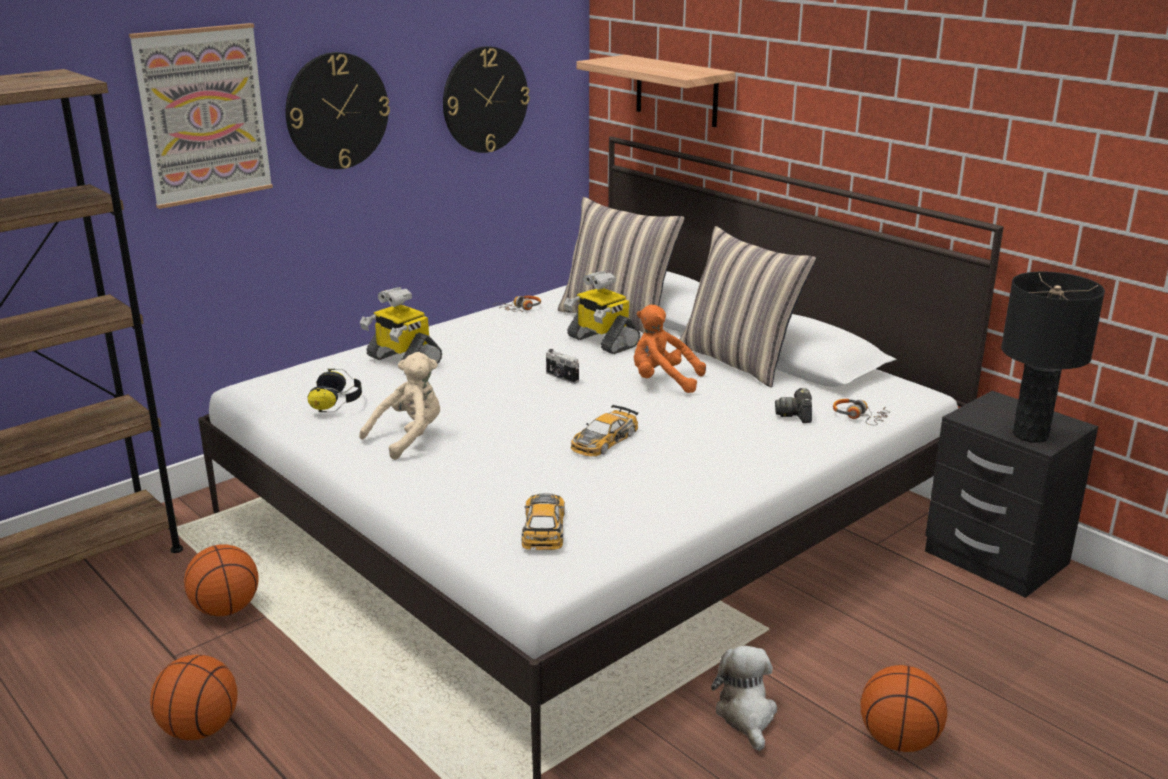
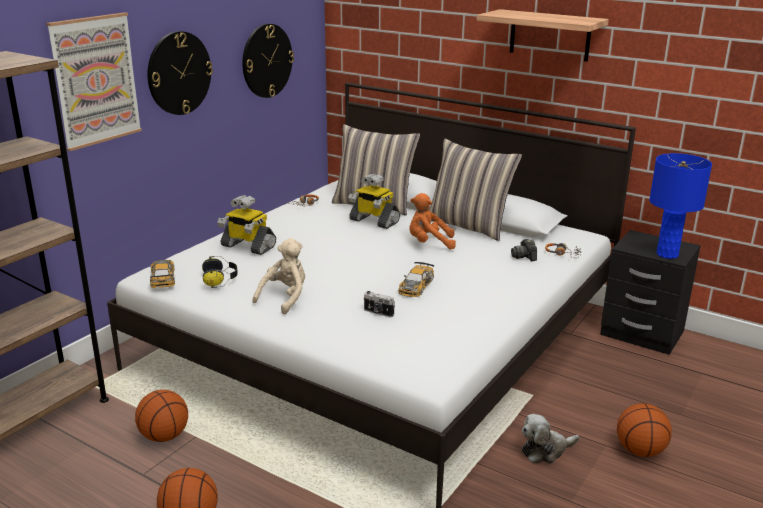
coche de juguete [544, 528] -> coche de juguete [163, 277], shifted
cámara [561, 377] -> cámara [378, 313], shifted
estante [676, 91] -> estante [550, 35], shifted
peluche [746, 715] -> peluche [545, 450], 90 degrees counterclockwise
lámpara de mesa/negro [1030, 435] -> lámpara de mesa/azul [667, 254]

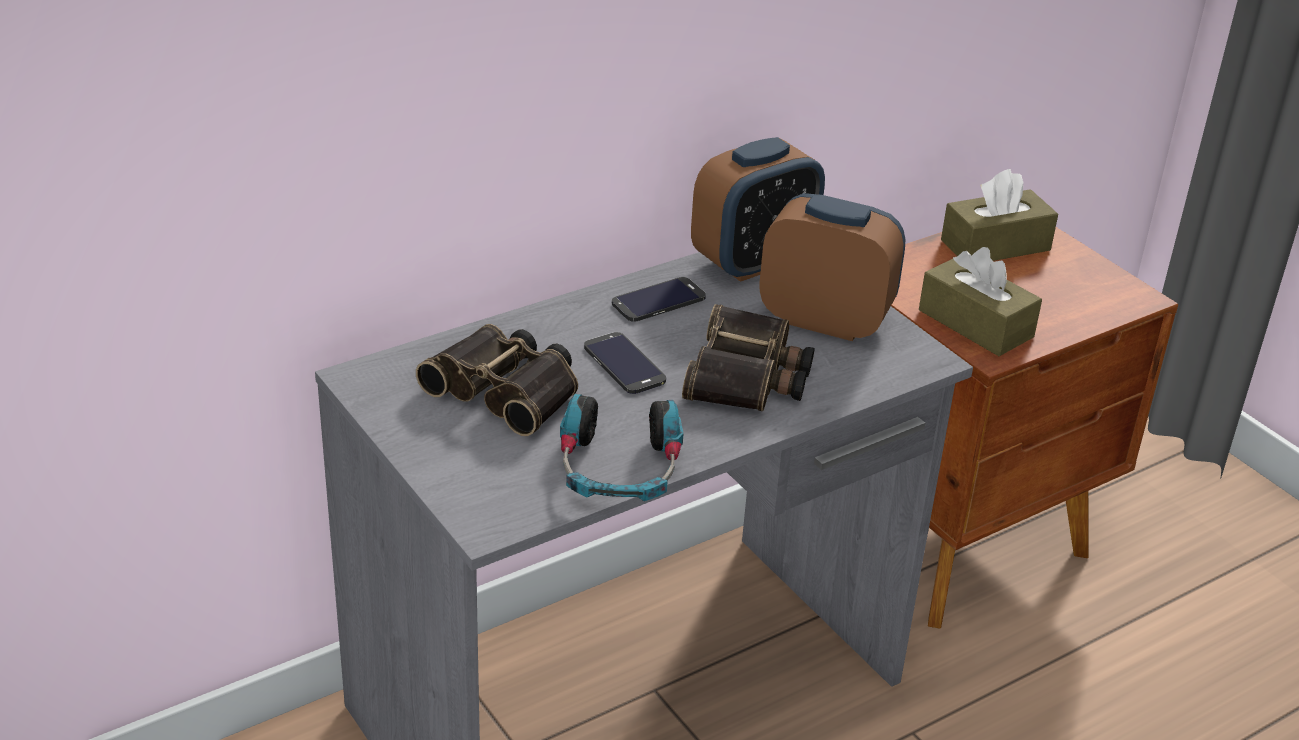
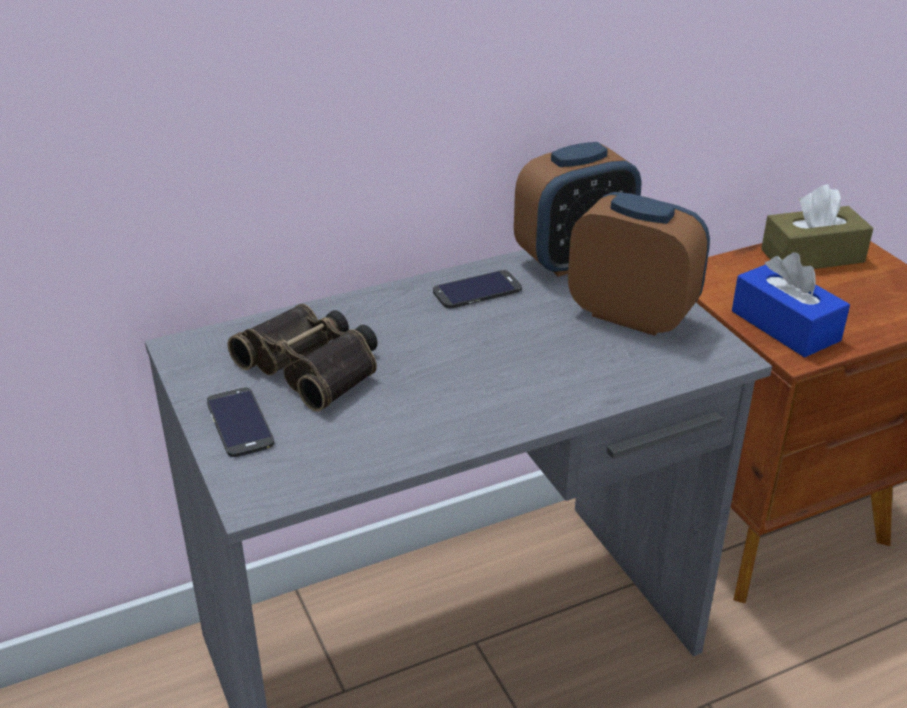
auriculares [619, 469] -> none
móvil [624, 364] -> móvil [239, 423], shifted
prismáticos [748, 376] -> none
caja de pañuelos/marrón [975, 323] -> caja de pañuelos/azul [785, 326]

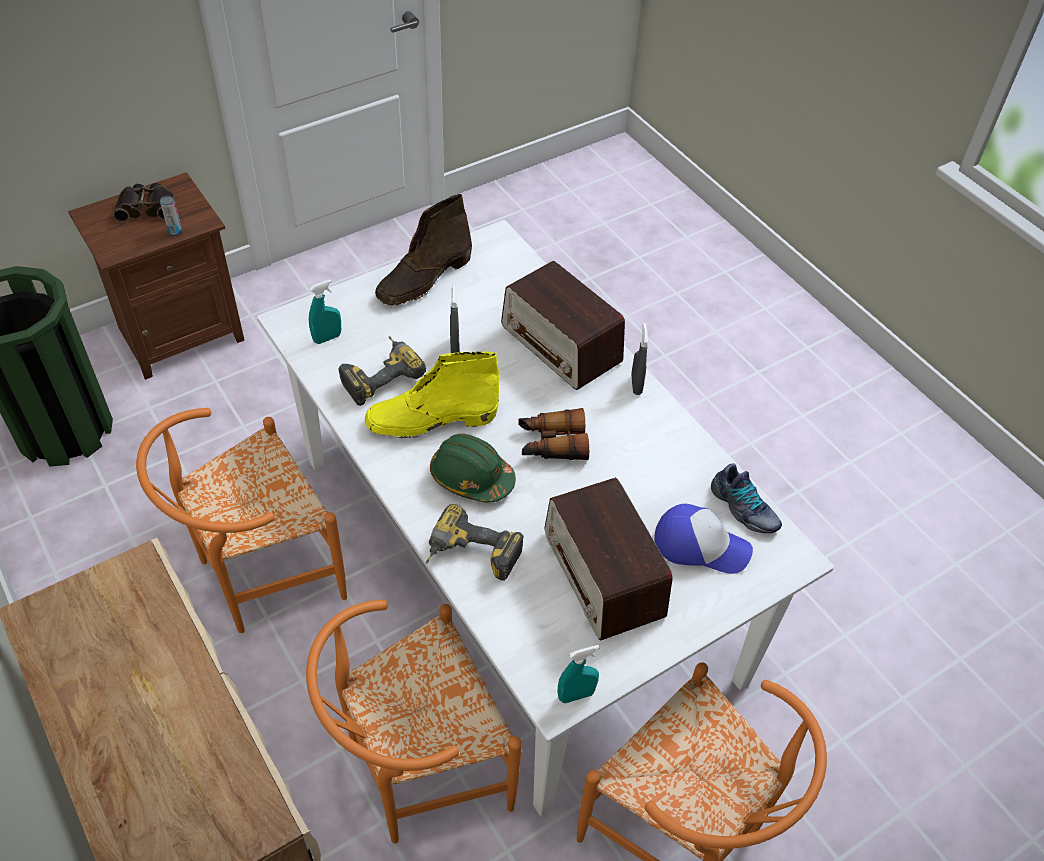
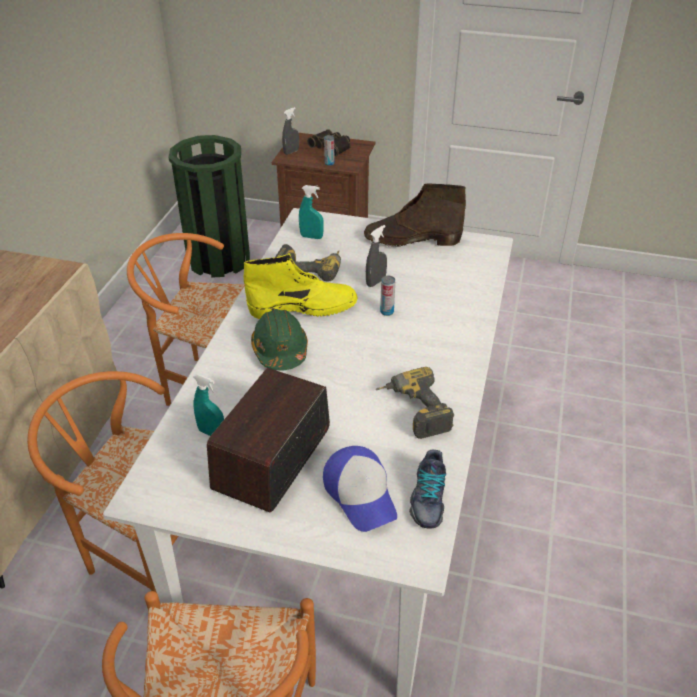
bota/amarillo [430, 419] -> bota/amarillo [304, 308], 135 degrees clockwise
taladro [470, 557] -> taladro [412, 411], shifted
radio [561, 344] -> none
prismáticos [552, 443] -> none
pulverizador/turquesa [576, 695] -> pulverizador/turquesa [212, 433], shifted
pulverizador/gris [636, 385] -> pulverizador/gris [291, 152], shifted
none -> lata [387, 312]

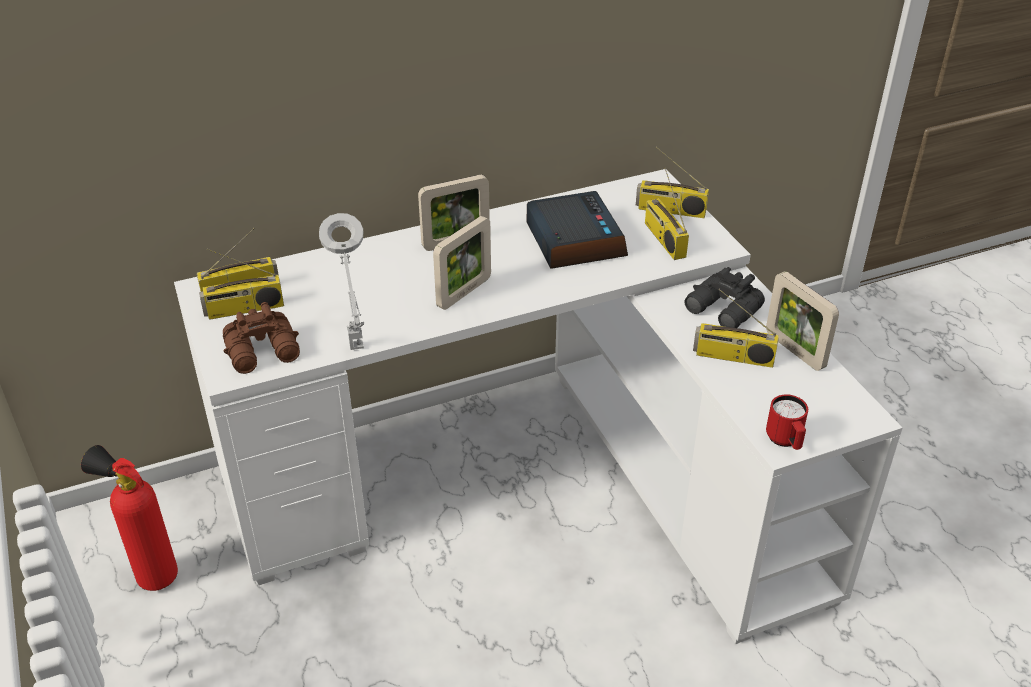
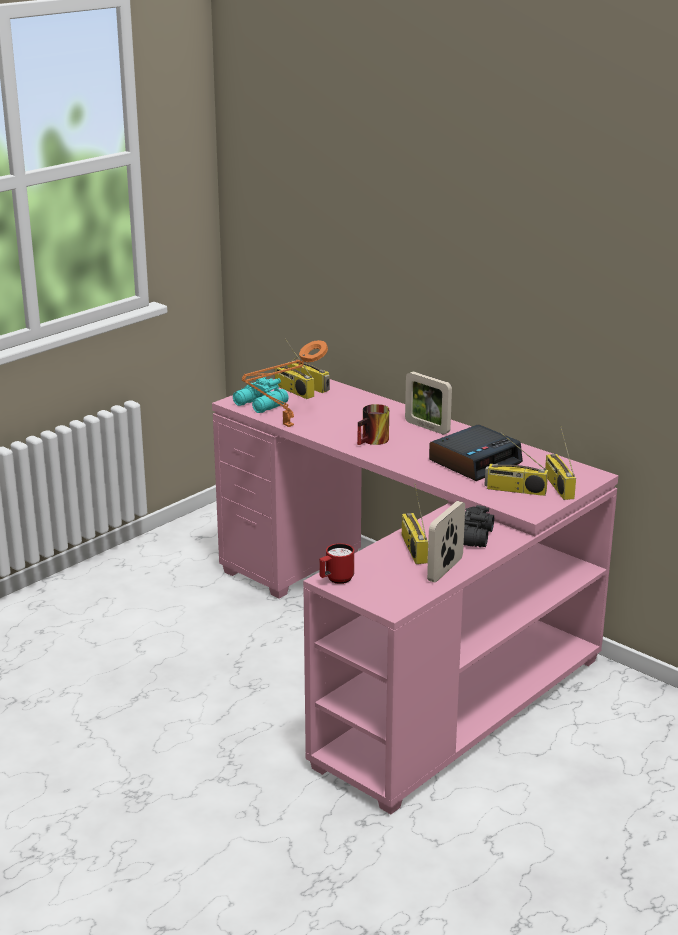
extintor [151, 574] -> none
escritorio/blanco [538, 478] -> escritorio/rosa [404, 645]
prismáticos/marrón [264, 352] -> prismáticos/turquesa [260, 405]
lámpara de mesa/gris [357, 350] -> lámpara de mesa/naranja [285, 426]
portarretratos [464, 292] -> taza grande [374, 441]
radio [663, 239] -> radio [515, 490], 120 degrees counterclockwise

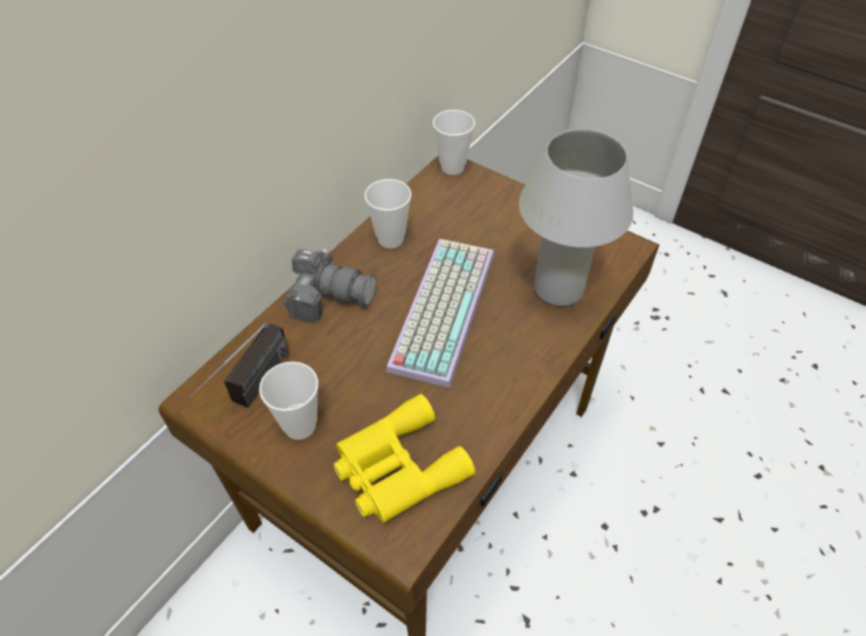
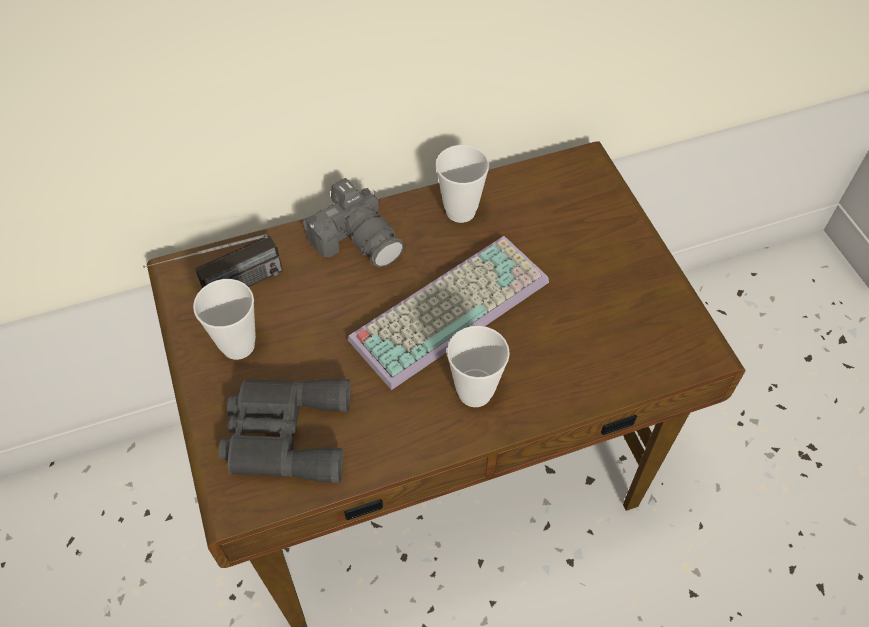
prismáticos/amarillo [396, 468] -> prismáticos/gris [284, 434]
taza [452, 167] -> taza [475, 392], shifted
lámpara de mesa/blanco [558, 289] -> none

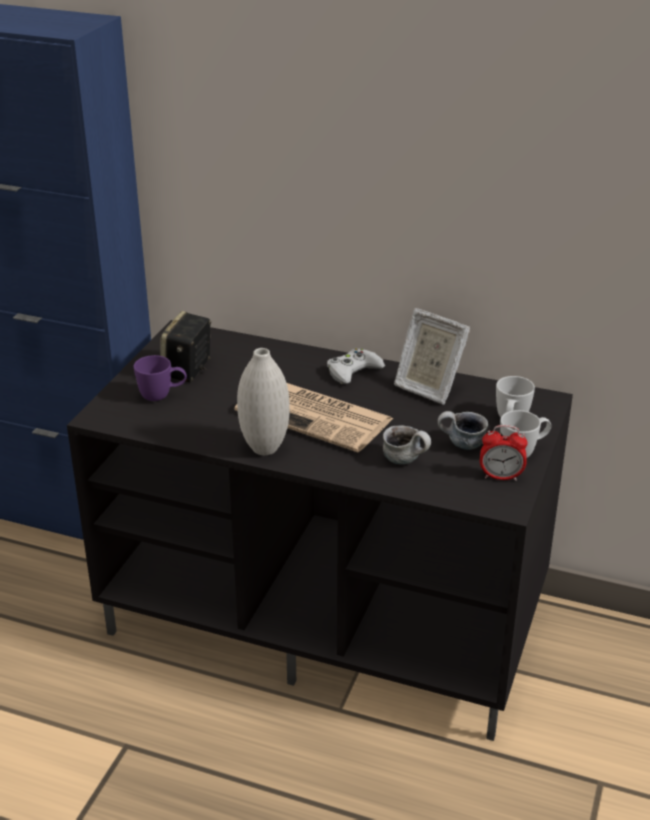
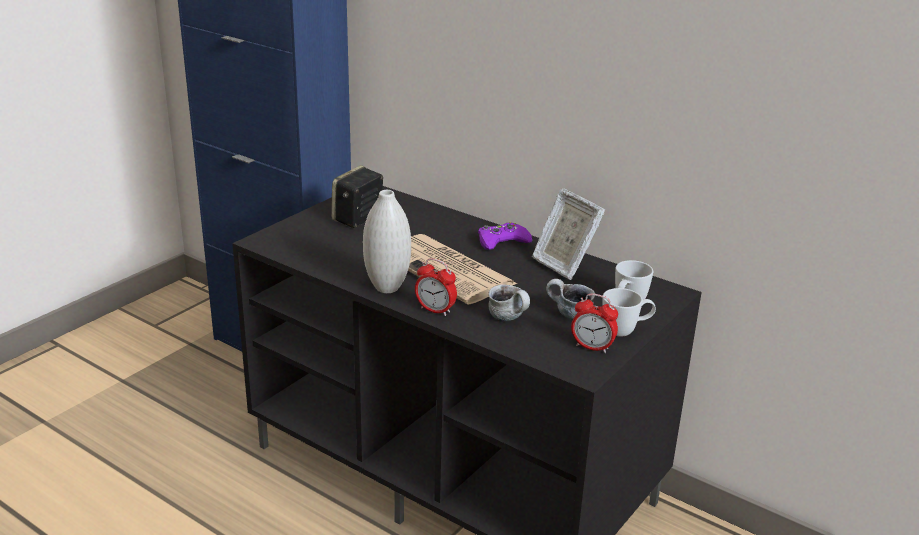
taza grande/morado [162, 396] -> none
mando de consola/blanco [353, 371] -> mando de consola/morado [502, 241]
none -> despertador [435, 310]

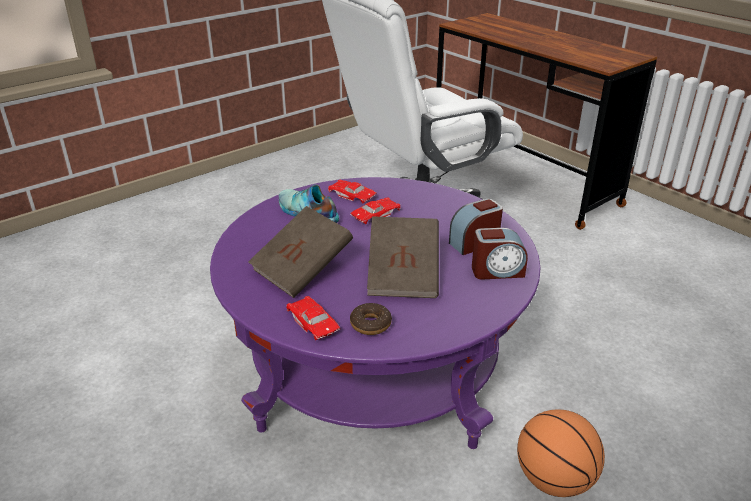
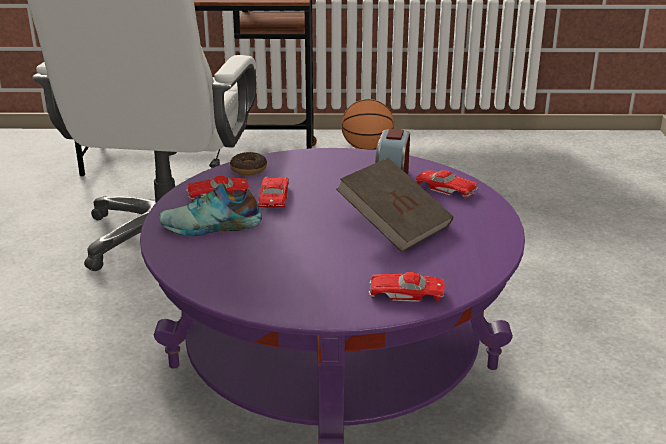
libro/marrón [302, 270] -> none
rosquilla [370, 324] -> rosquilla [248, 169], shifted
despertador [497, 271] -> coche de juguete/rojo [446, 188]
balón de baloncesto [554, 480] -> balón de baloncesto [367, 149], shifted

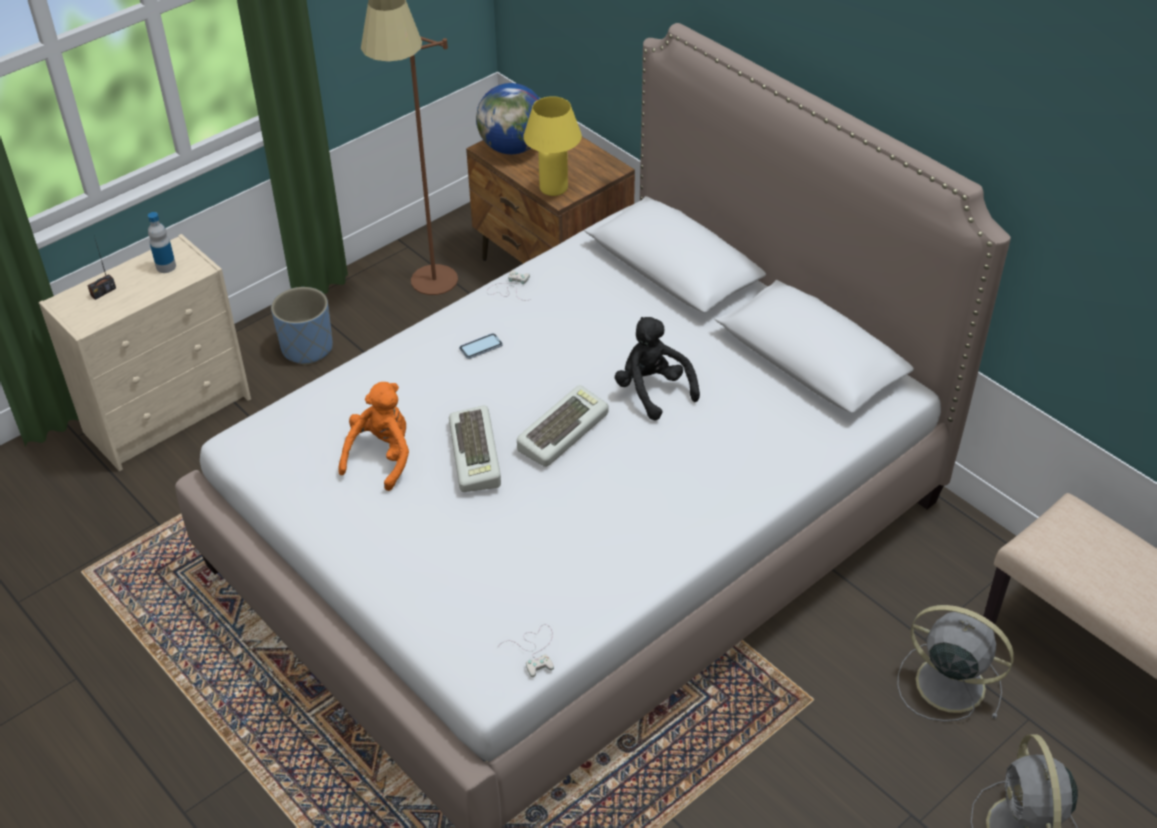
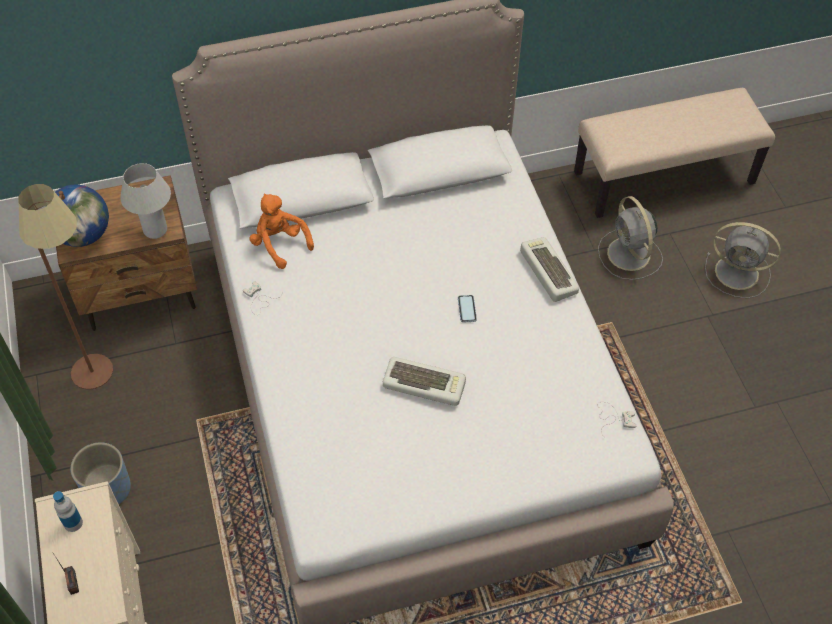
peluche/naranja [382, 457] -> peluche/naranja [279, 244], shifted
móvil [481, 347] -> móvil [467, 309], shifted
teclado [562, 430] -> teclado [546, 272], shifted
lámpara de mesa/amarillo [553, 188] -> lámpara de mesa/blanco [155, 230]
peluche/negro [653, 391] -> none
ventilador/gris [947, 683] -> ventilador/gris [629, 255], 75 degrees counterclockwise

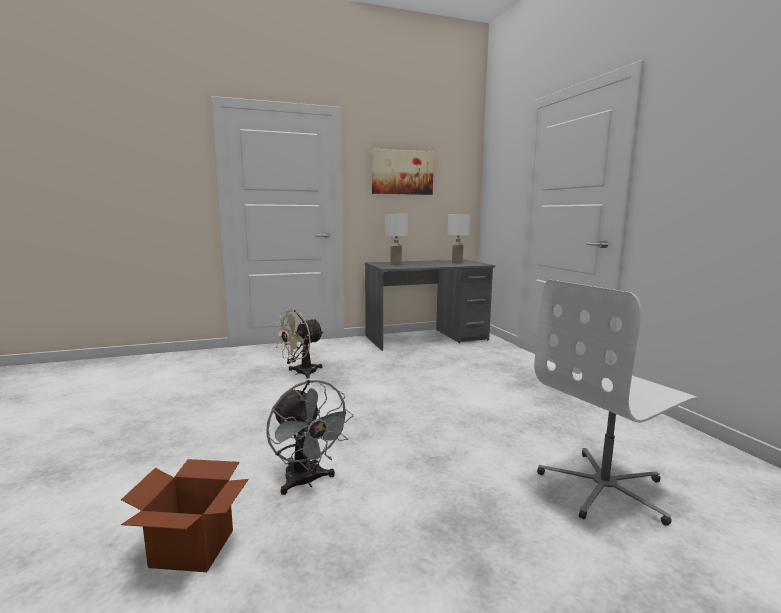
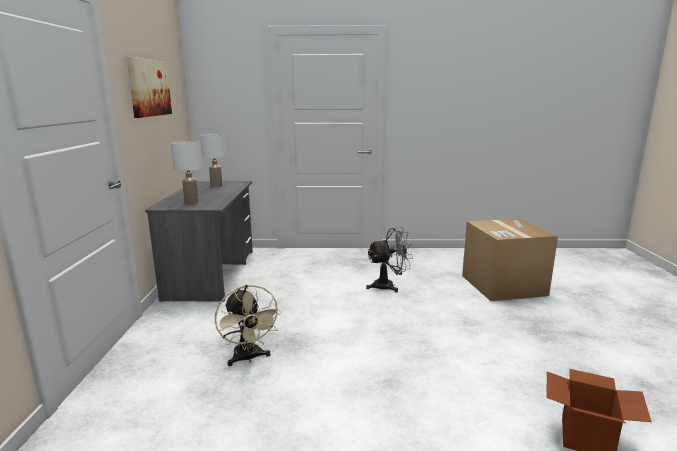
ventilador/gris [306, 482] -> ventilador/gris [388, 286], shifted
silla de oficina/blanco [605, 489] -> caja de cartón [503, 285]

